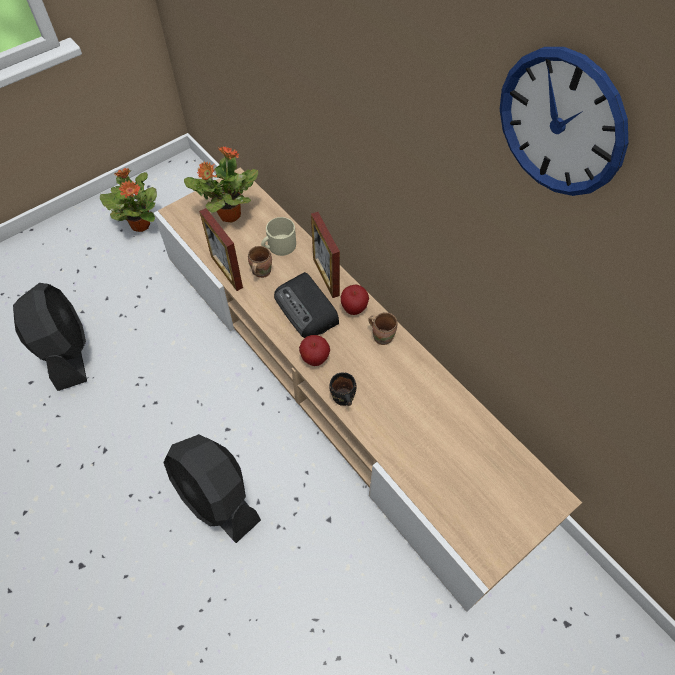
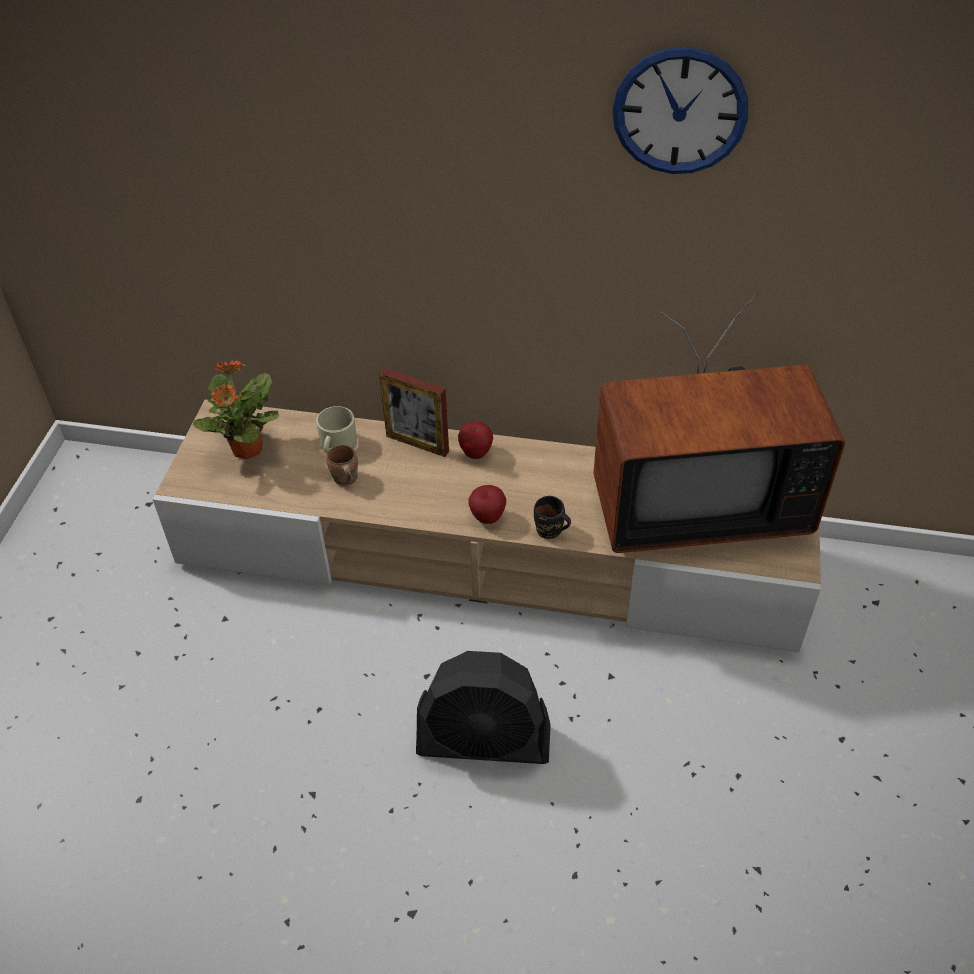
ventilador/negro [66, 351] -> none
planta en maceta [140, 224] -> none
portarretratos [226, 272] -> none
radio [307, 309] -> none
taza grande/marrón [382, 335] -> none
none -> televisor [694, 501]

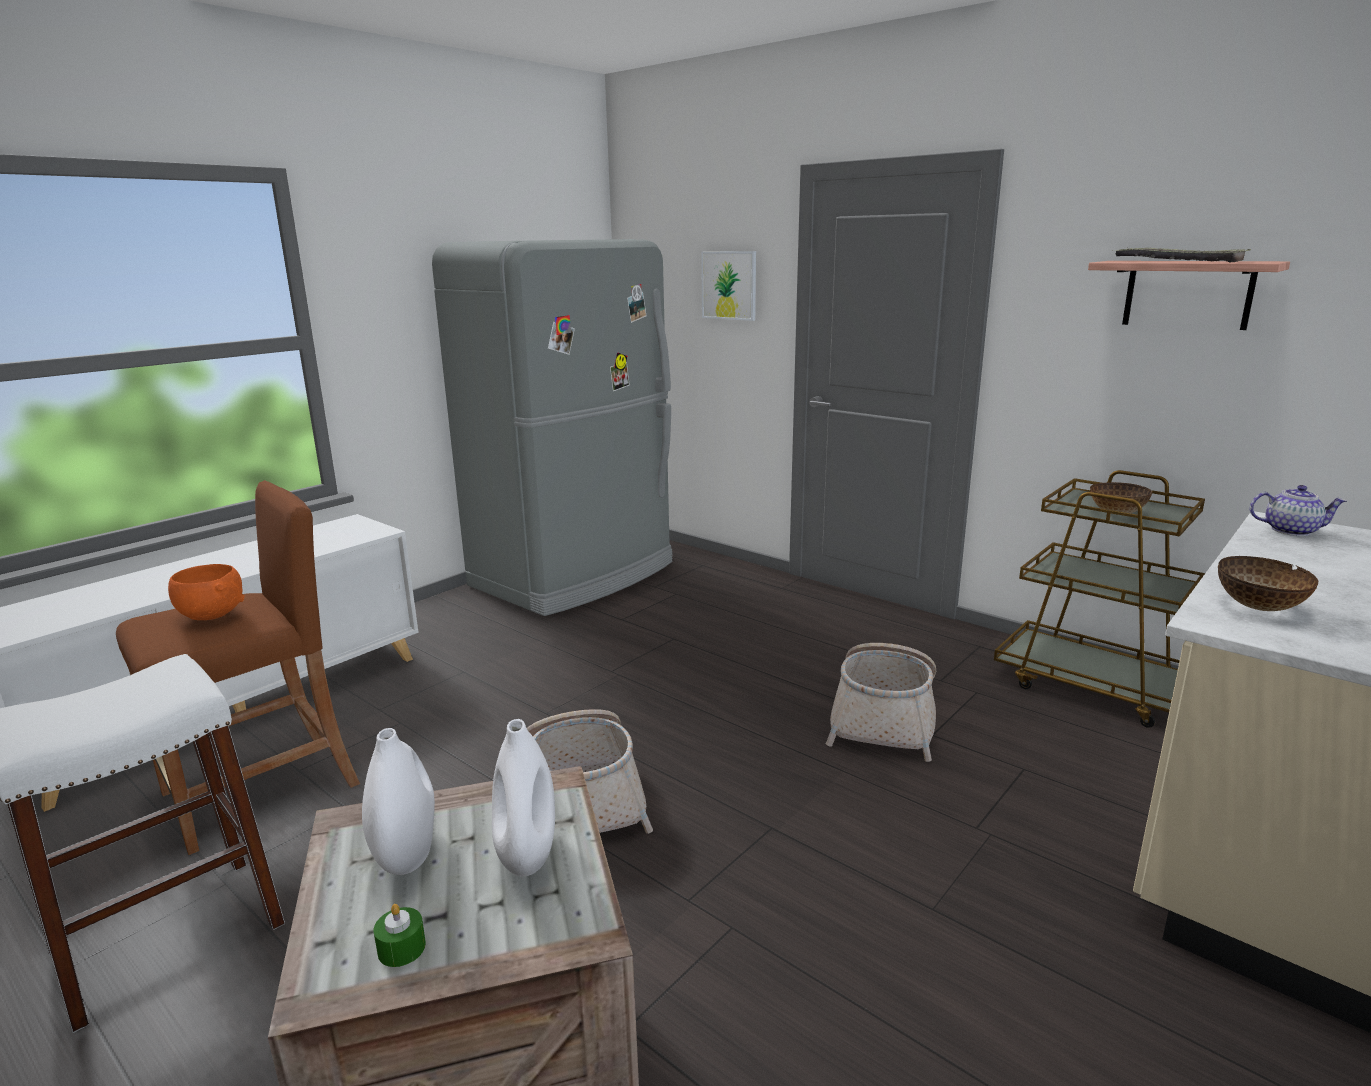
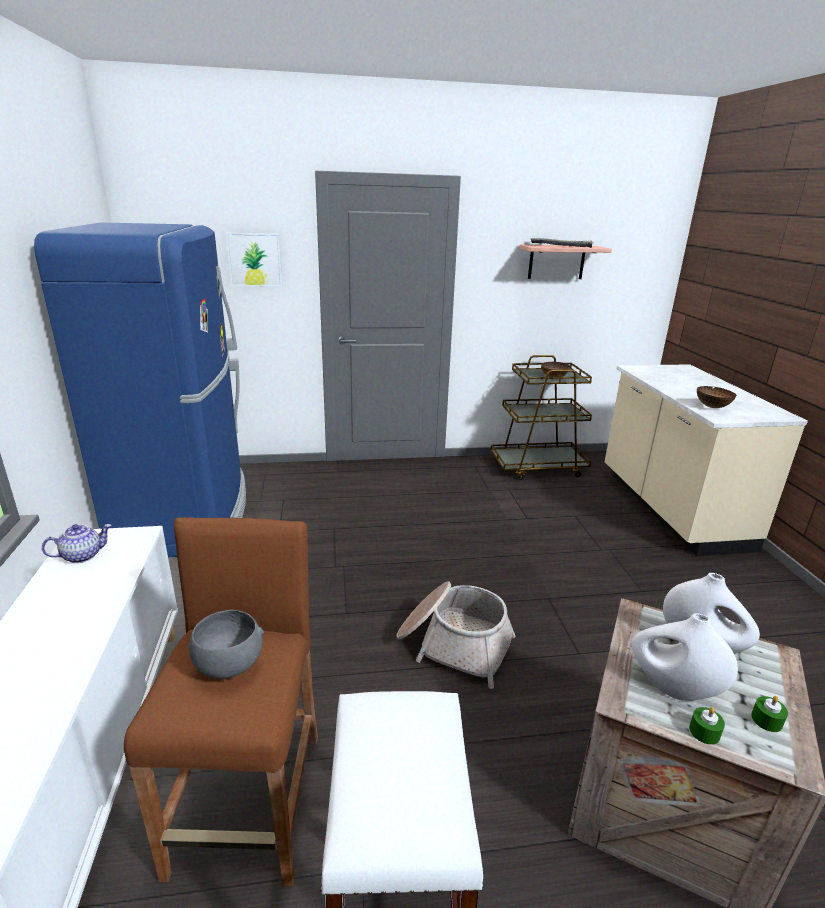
cuenco/naranja [211, 615] -> cuenco/gris [228, 666]
nevera/gris [576, 575] -> nevera/azul [187, 515]
cesta [884, 719] -> none
tetera [1291, 530] -> tetera [82, 555], shifted
none -> vela/verde [704, 732]

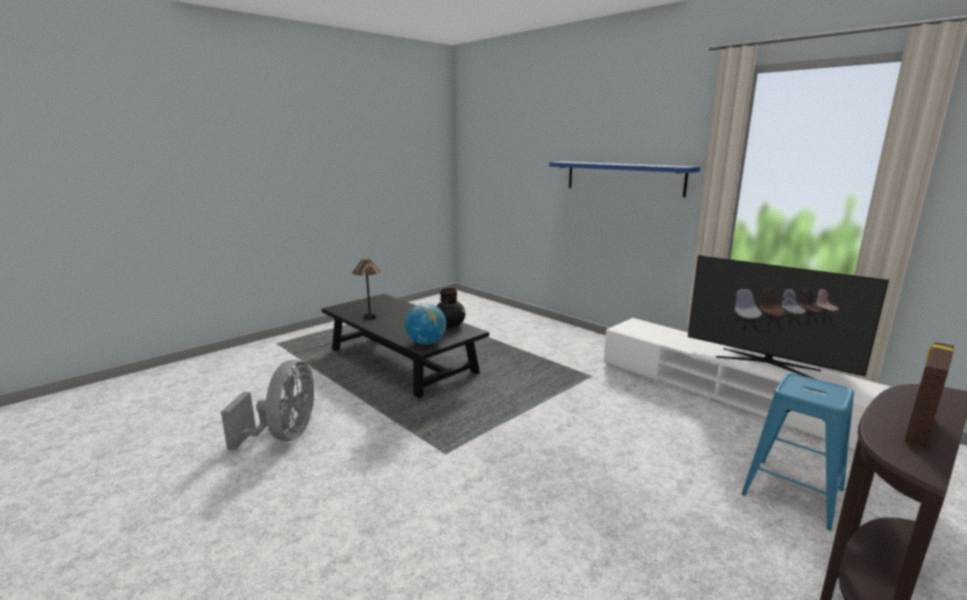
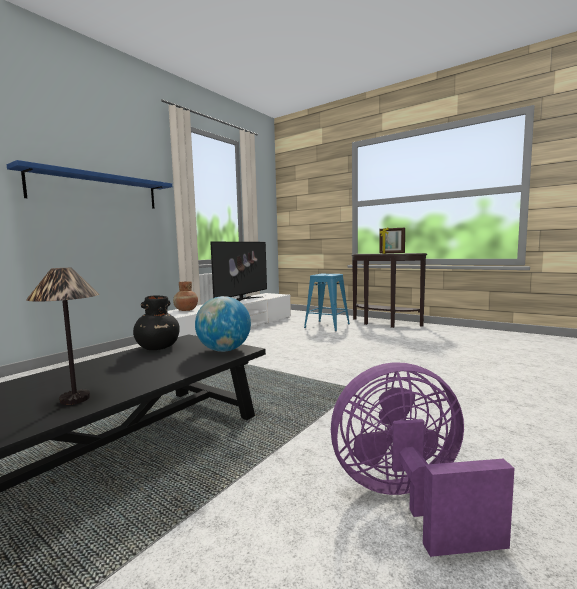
ventilador/gris [284, 436] -> ventilador/morado [407, 501]
none -> florero/marrón [186, 310]

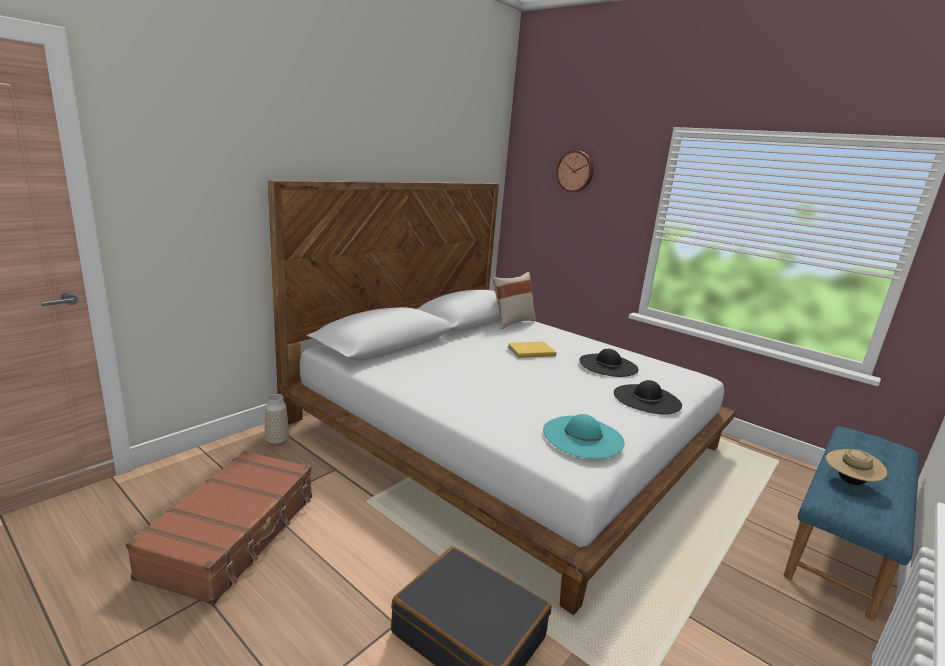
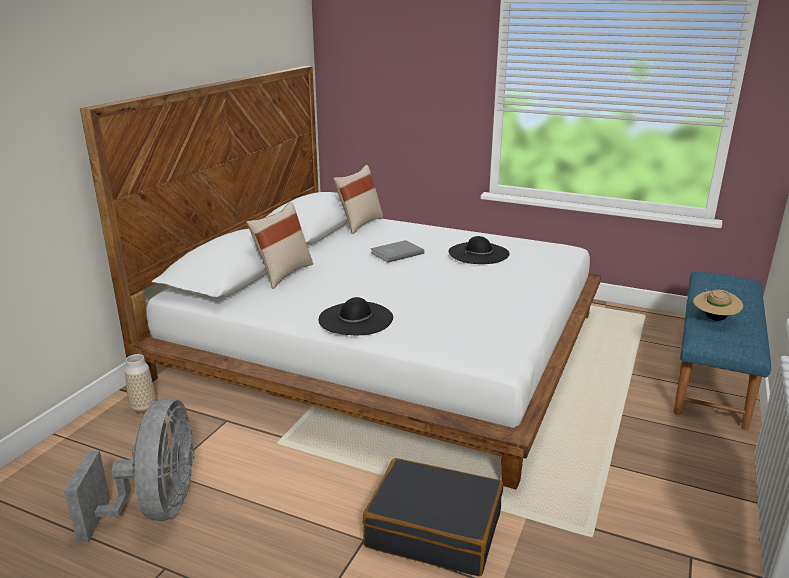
maleta/marrón [234, 534] -> ventilador/gris [156, 508]
libro/amarillo [530, 351] -> libro/gris [395, 253]
sombrero/turquesa [582, 436] -> none
reloj de pared [575, 171] -> none
sombrero/negro [647, 399] -> sombrero/negro [356, 319], shifted
none -> cojín/beis [283, 274]

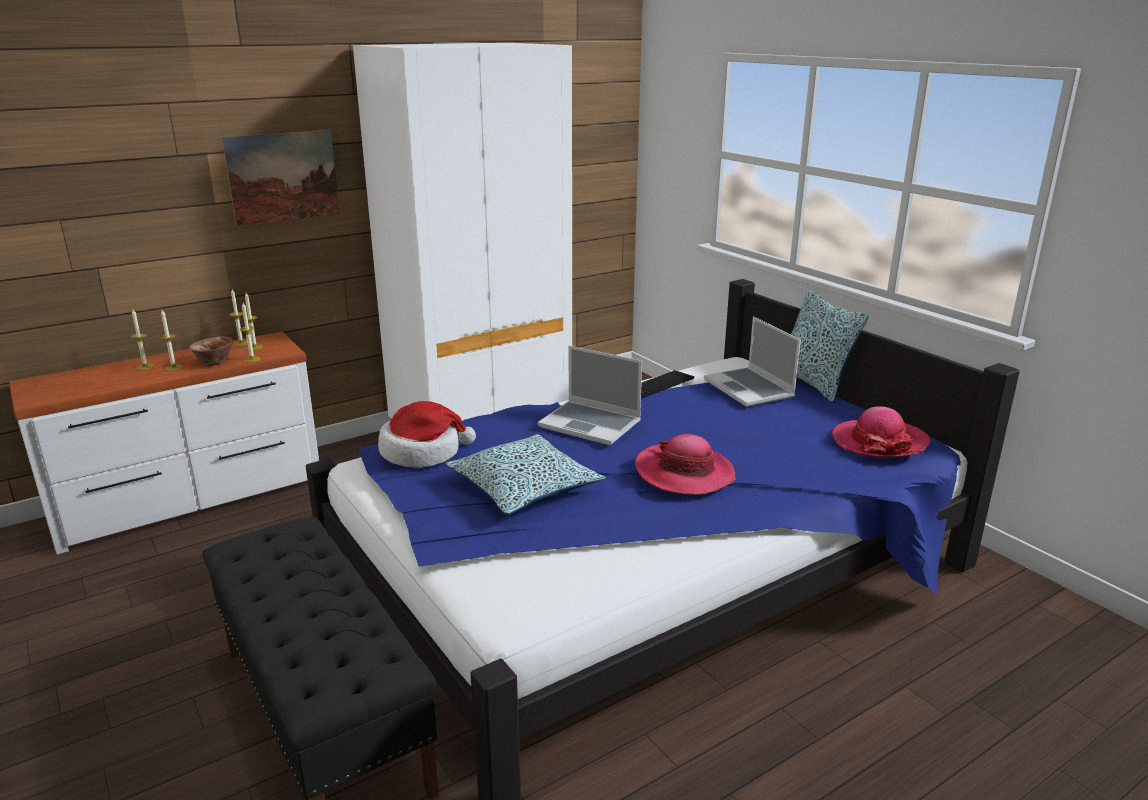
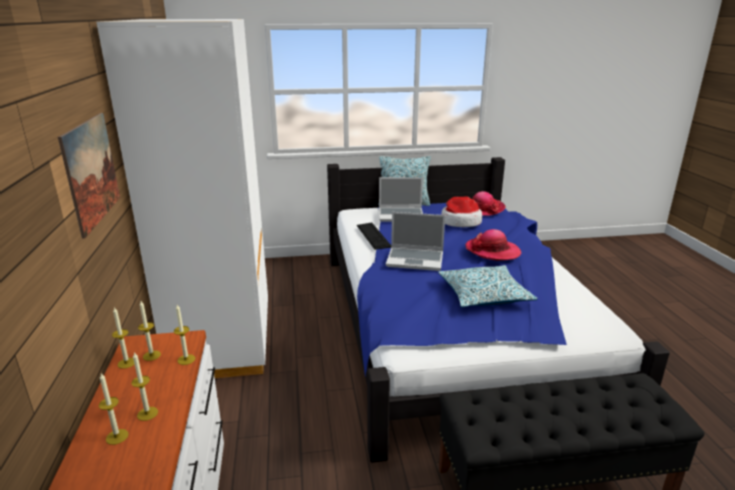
cuenco [214, 362] -> none
sombrero [423, 452] -> sombrero [460, 222], shifted
portátil [591, 424] -> portátil [416, 260], 45 degrees clockwise

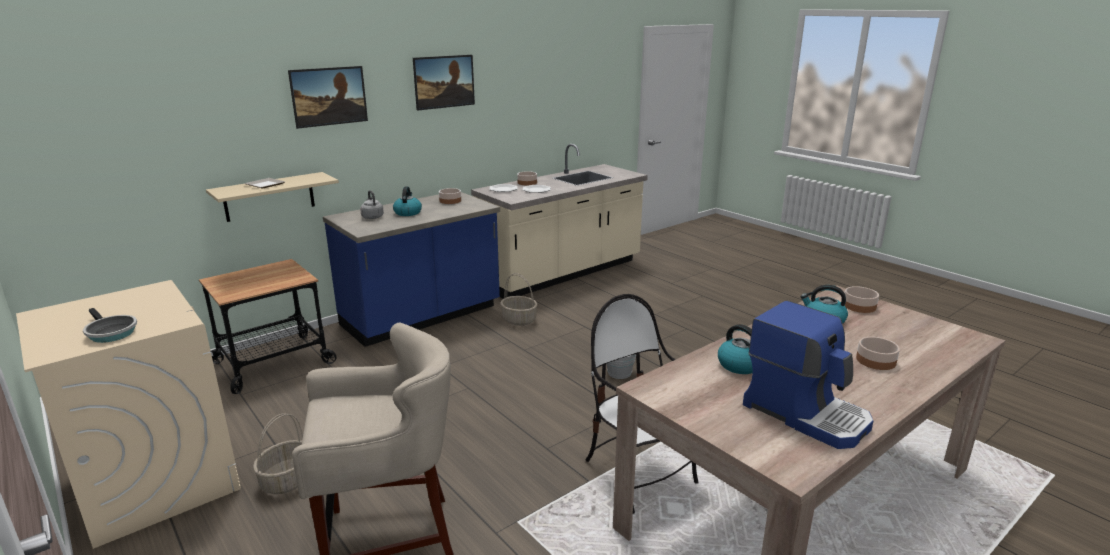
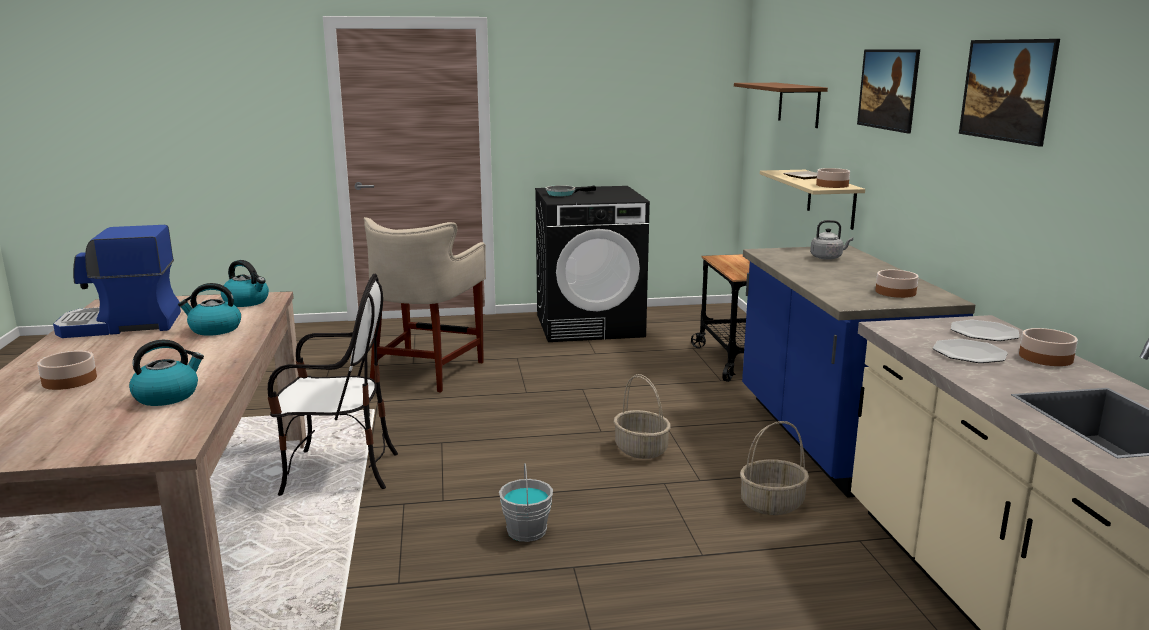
lavadora/beis [156, 480] -> lavadora/negro [590, 325]
cesta [287, 480] -> cesta [642, 449], shifted
hervidor [407, 212] -> hervidor [247, 302], shifted
cuenco [859, 306] -> cuenco [832, 185], shifted
none -> estante/marrón [799, 104]

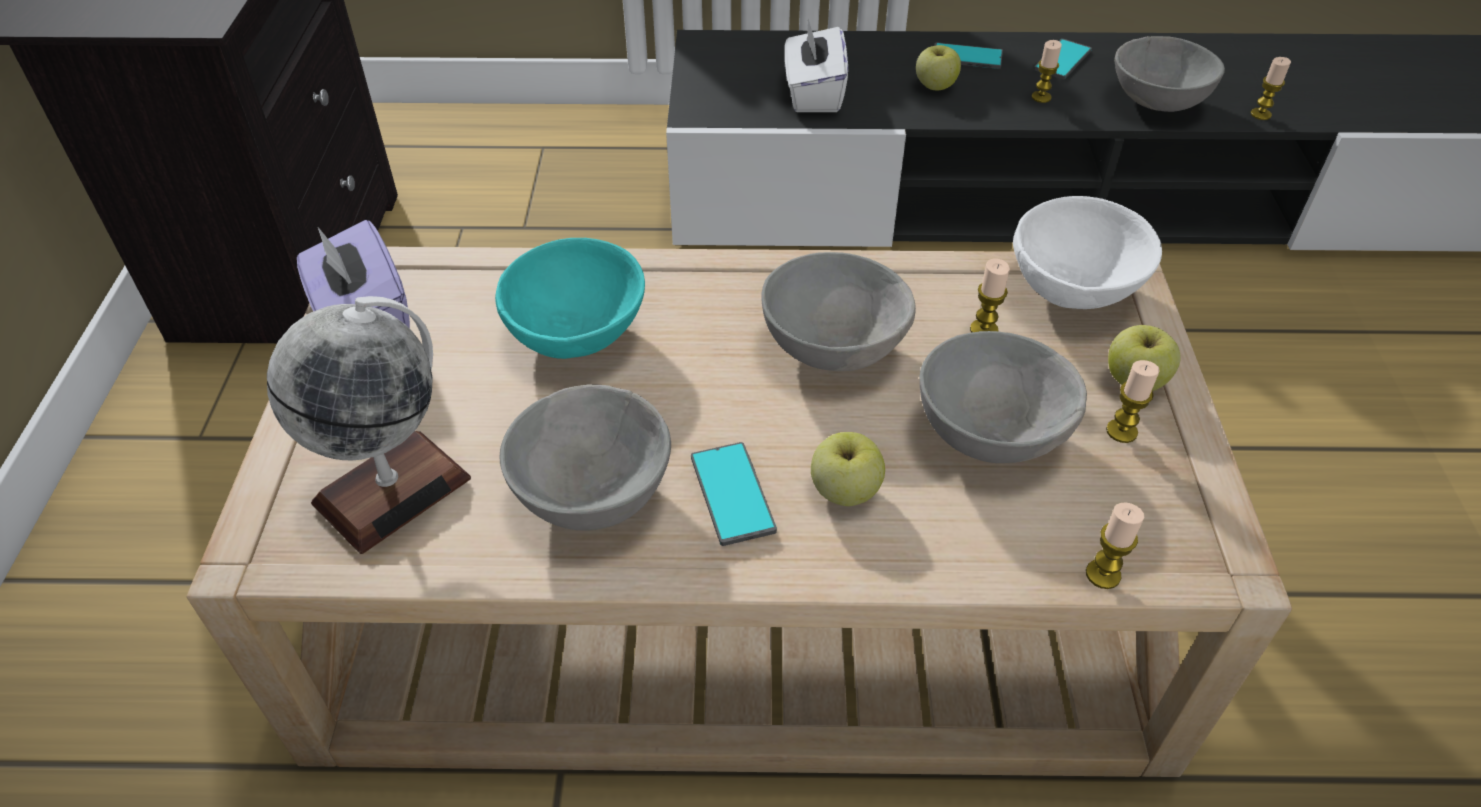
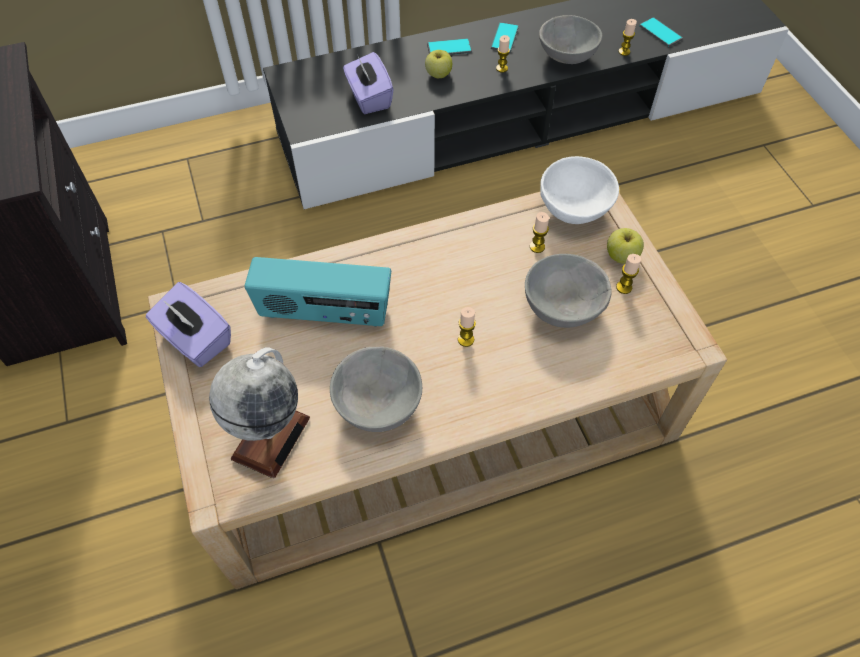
cuenco/turquesa [579, 336] -> radio [324, 313]
móvil [732, 494] -> móvil [660, 32], shifted
cuenco/gris [833, 346] -> none
caja de pañuelos/blanco [813, 94] -> caja de pañuelos/morado [369, 98]
manzana [845, 491] -> none
vela [1103, 574] -> vela [466, 339], shifted

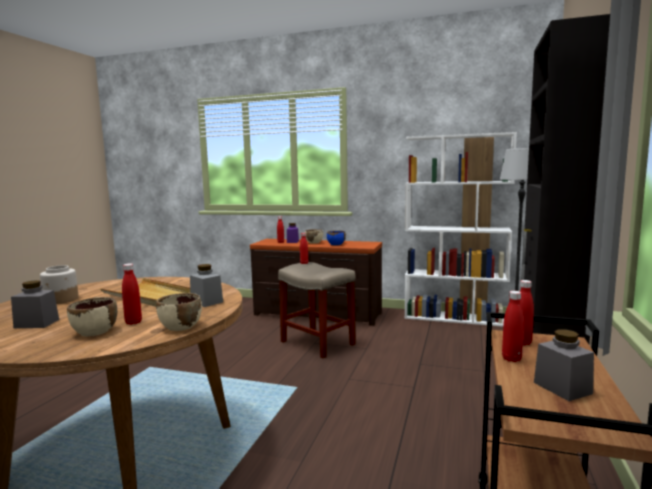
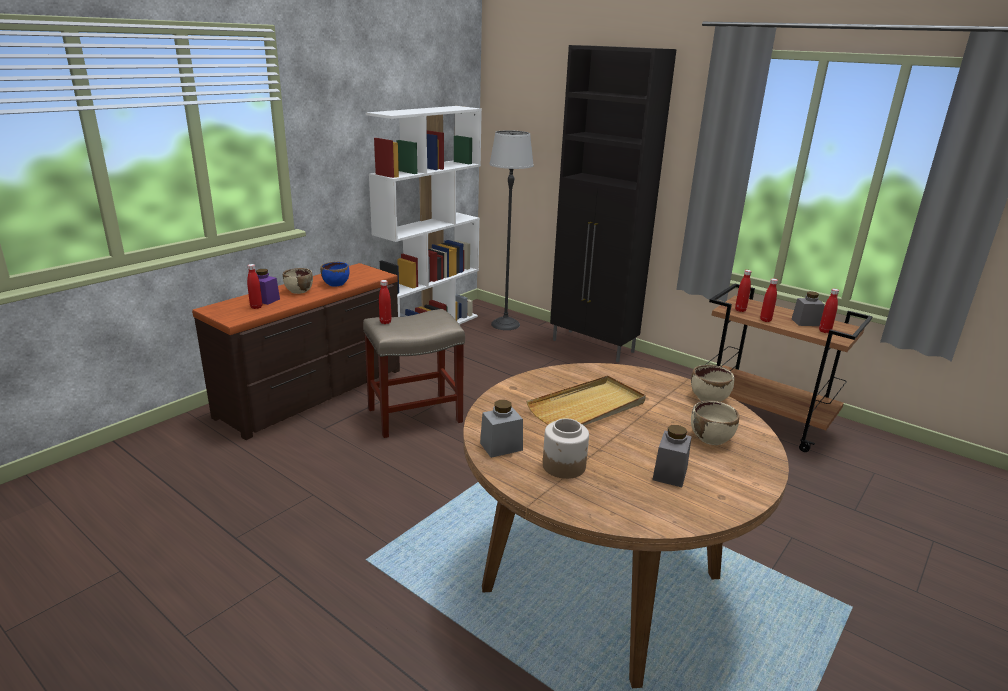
botella/rojo [133, 322] -> botella/rojo [824, 331], shifted
tarro/gris [206, 302] -> tarro/gris [501, 446], shifted

